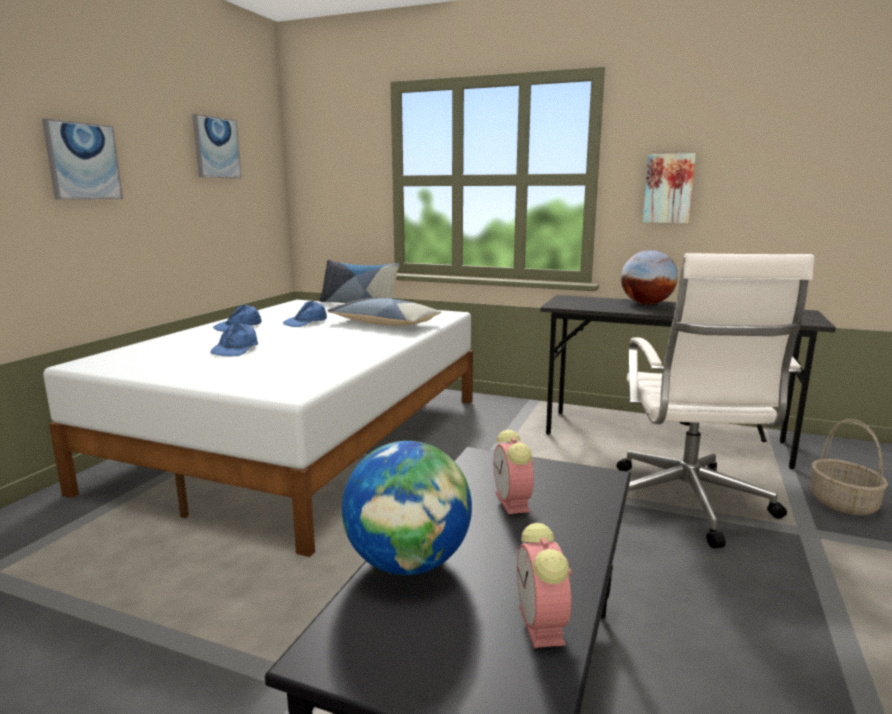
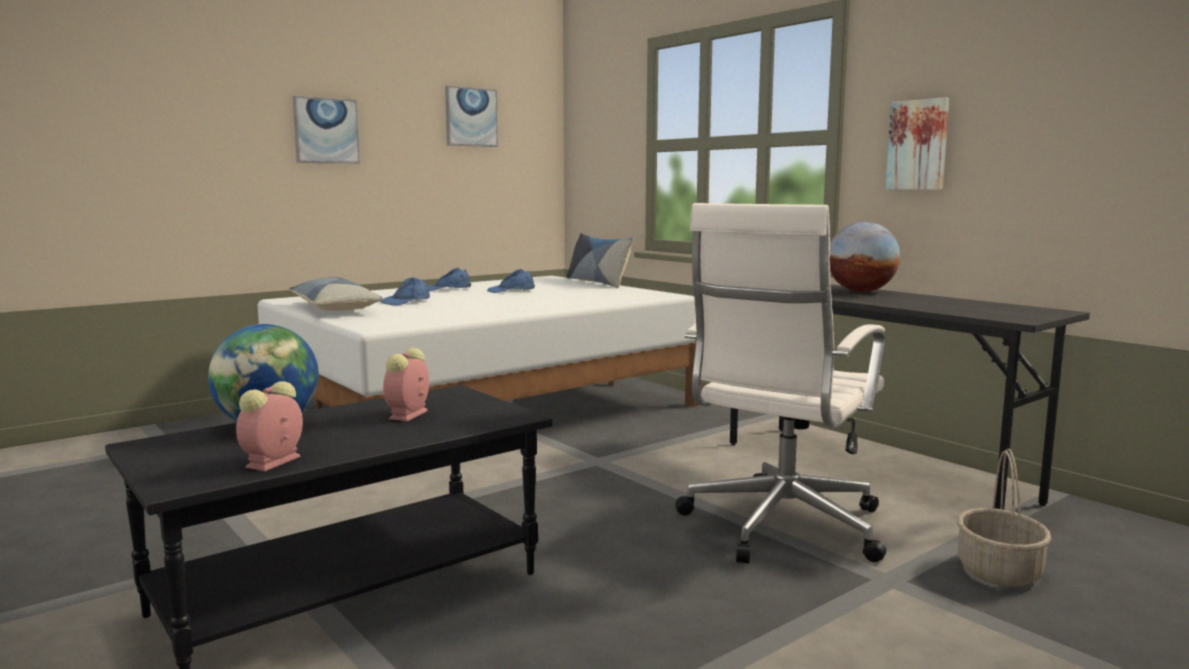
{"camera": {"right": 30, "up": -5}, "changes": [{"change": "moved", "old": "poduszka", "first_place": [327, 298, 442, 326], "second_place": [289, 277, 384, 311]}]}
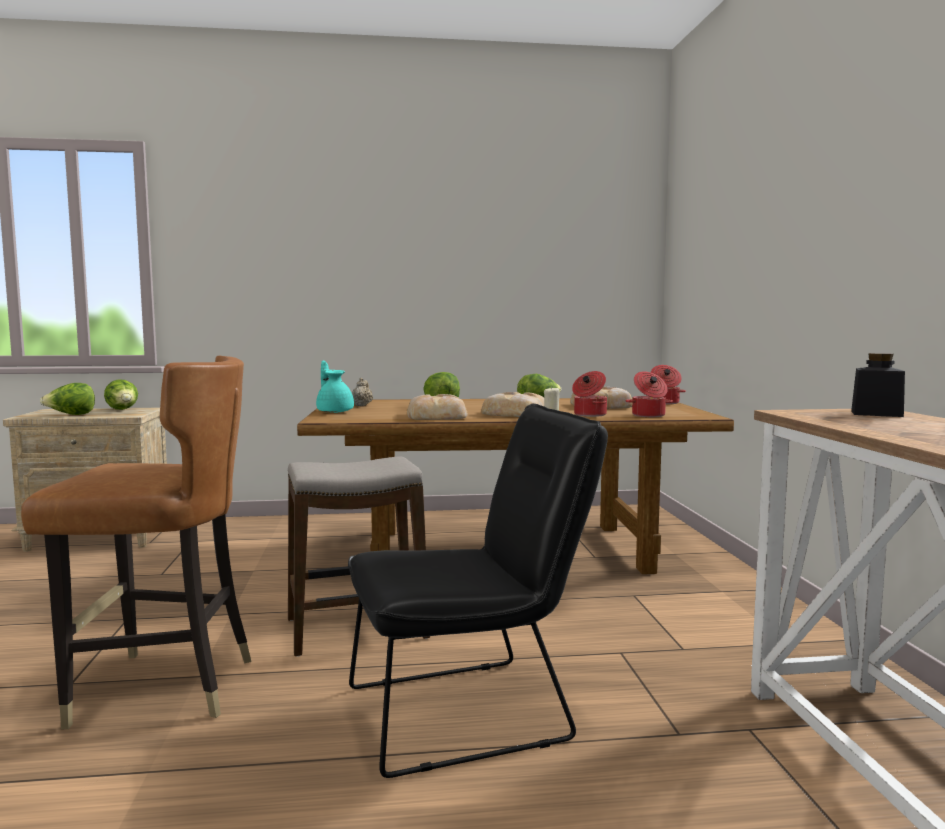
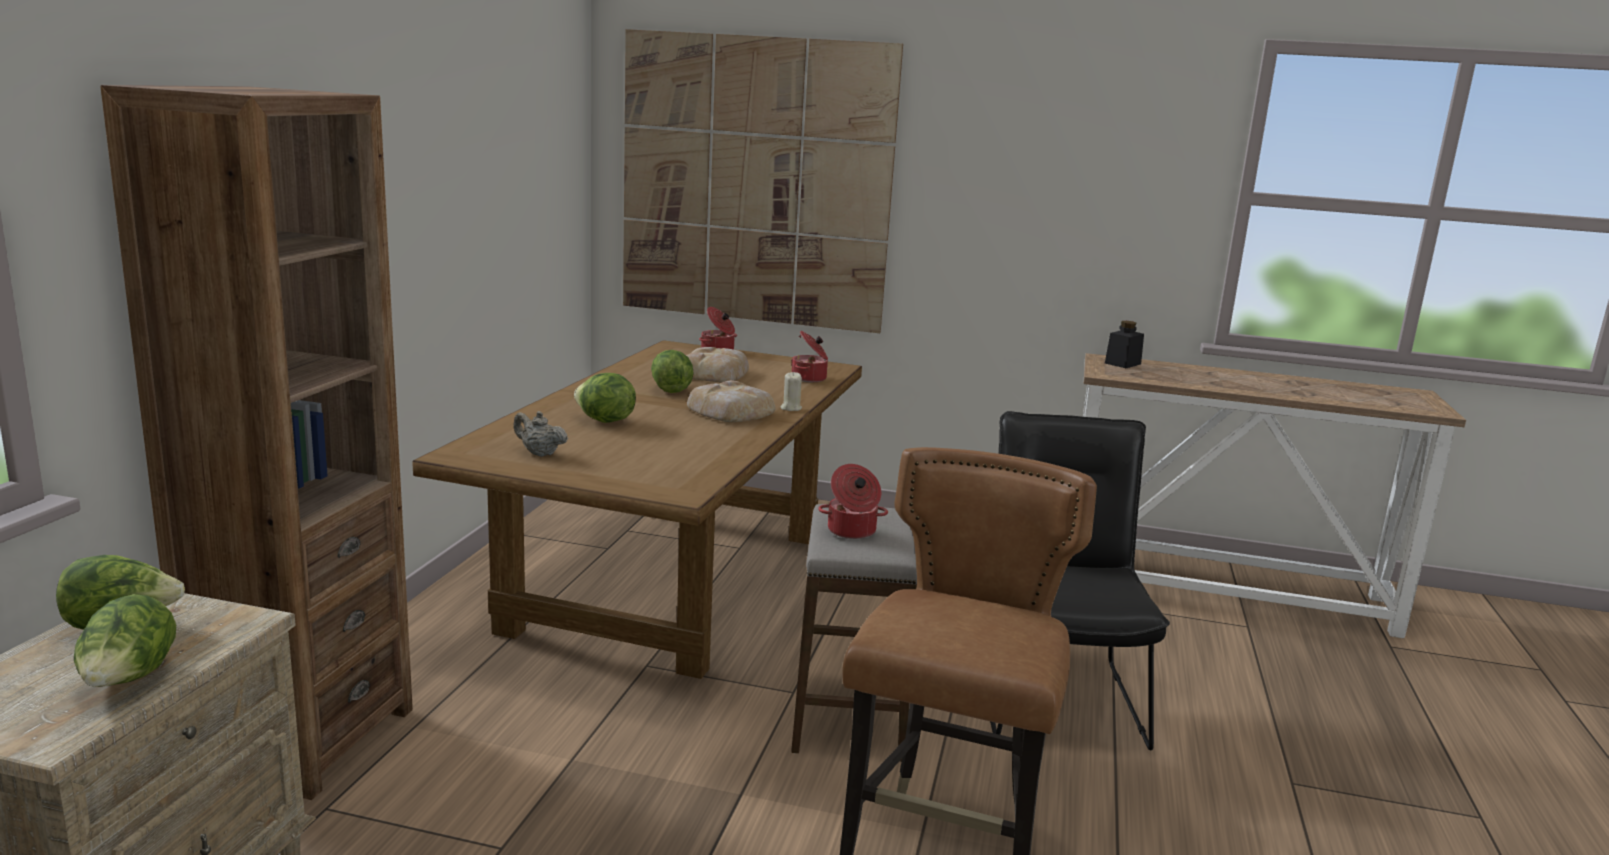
{"camera": {"right": -70, "up": 10}, "changes": [{"change": "removed", "old": "imbryk [turkusowy]", "first_place": [316, 361, 354, 413]}, {"change": "removed", "old": "chleb", "first_place": [407, 394, 468, 420]}, {"change": "moved", "old": "garnek", "first_place": [572, 371, 607, 417], "second_place": [818, 464, 888, 539]}, {"change": "added", "new": "regał [brązowy]", "second_place": [100, 85, 413, 800]}, {"change": "added", "new": "obraz", "second_place": [623, 29, 903, 333]}]}
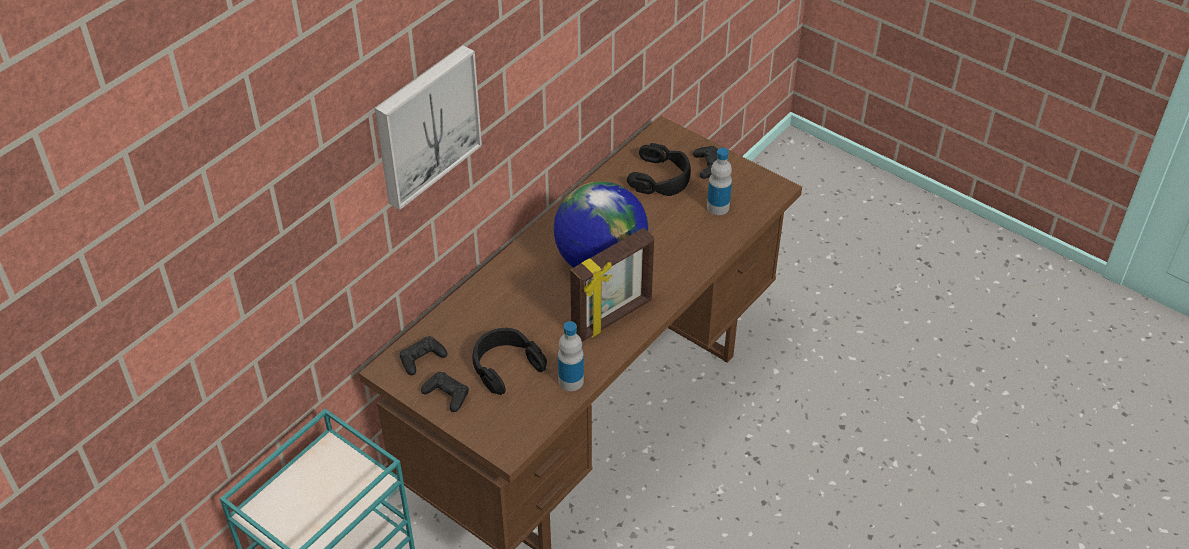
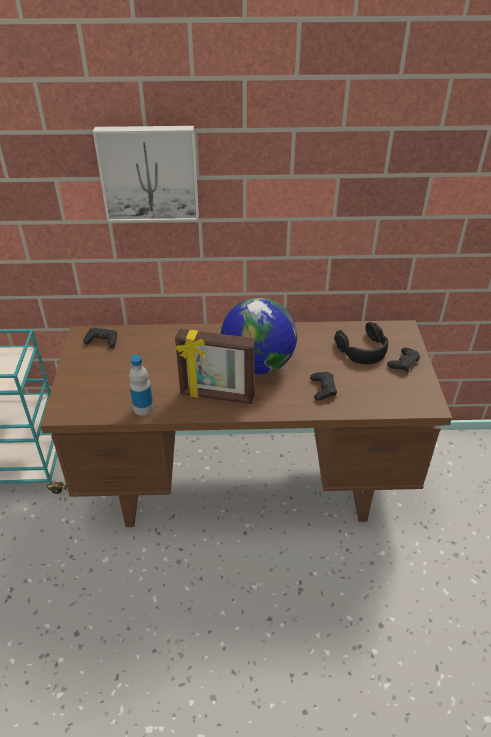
{"camera": {"right": 50, "up": -5}, "changes": [{"change": "moved", "old": "pad do gier [czarny]", "first_place": [421, 372, 469, 412], "second_place": [310, 372, 337, 401]}, {"change": "removed", "old": "słuchawki [czarny]", "first_place": [472, 328, 547, 395]}, {"change": "removed", "old": "butelka", "first_place": [707, 148, 732, 215]}]}
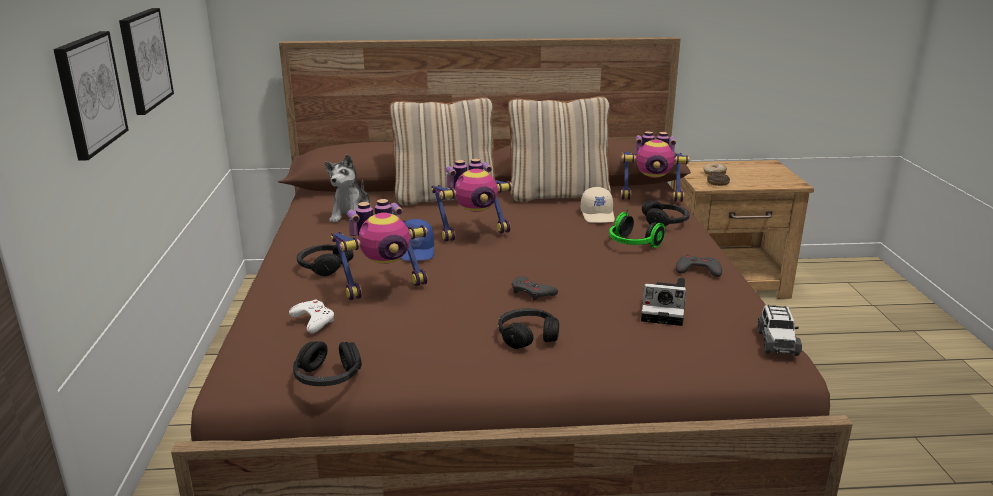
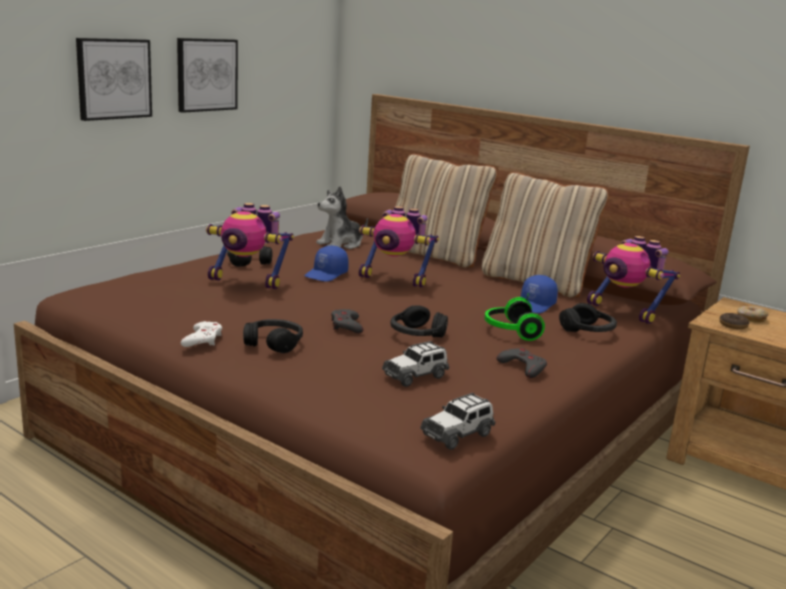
{"camera": {"right": 40, "up": -5}, "changes": [{"change": "moved", "old": "pad do gier [biały]", "first_place": [289, 299, 334, 333], "second_place": [181, 321, 222, 347]}, {"change": "moved", "old": "słuchawki [czarny]", "first_place": [293, 341, 361, 386], "second_place": [391, 305, 448, 337]}, {"change": "recoloured", "old": "czapka z daszkiem [beżowy]", "new": "czapka z daszkiem [niebieski]", "first_place": [581, 187, 615, 223], "second_place": [521, 275, 558, 313]}, {"change": "replaced", "old": "aparat fotograficzny", "new": "samochodzik", "first_place": [641, 278, 686, 326], "second_place": [382, 341, 450, 387]}]}
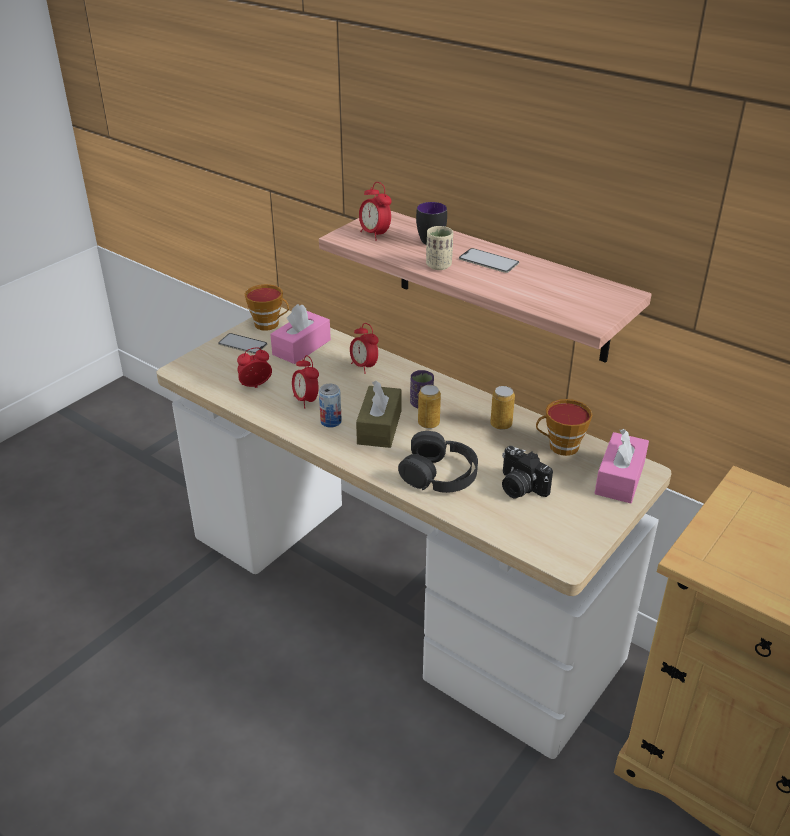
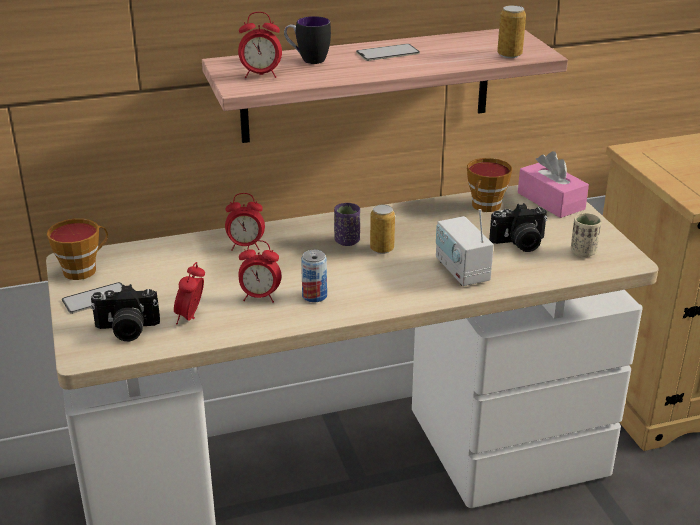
{"camera": {"right": -55, "up": -5}, "changes": [{"change": "removed", "old": "pudełko chusteczek [różowy]", "first_place": [270, 304, 331, 364]}, {"change": "removed", "old": "pudełko chusteczek [brązowy]", "first_place": [356, 381, 402, 448]}, {"change": "replaced", "old": "słuchawki [czarny]", "new": "radio", "first_place": [398, 431, 478, 493], "second_place": [436, 209, 494, 286]}, {"change": "moved", "old": "filiżanka [beżowy]", "first_place": [426, 226, 453, 270], "second_place": [571, 213, 601, 257]}, {"change": "moved", "old": "puszka", "first_place": [490, 386, 515, 430], "second_place": [497, 5, 526, 58]}, {"change": "added", "new": "aparat fotograficzny", "second_place": [91, 284, 160, 341]}]}
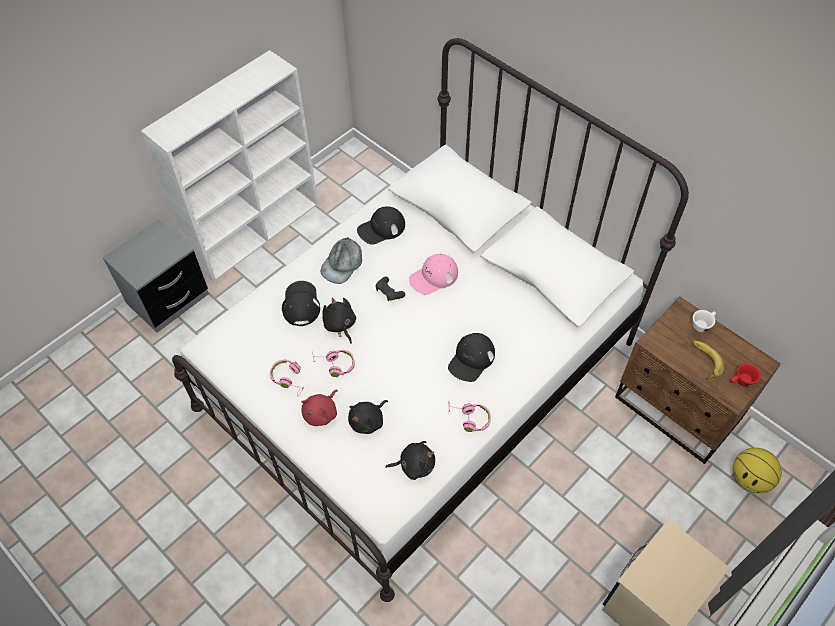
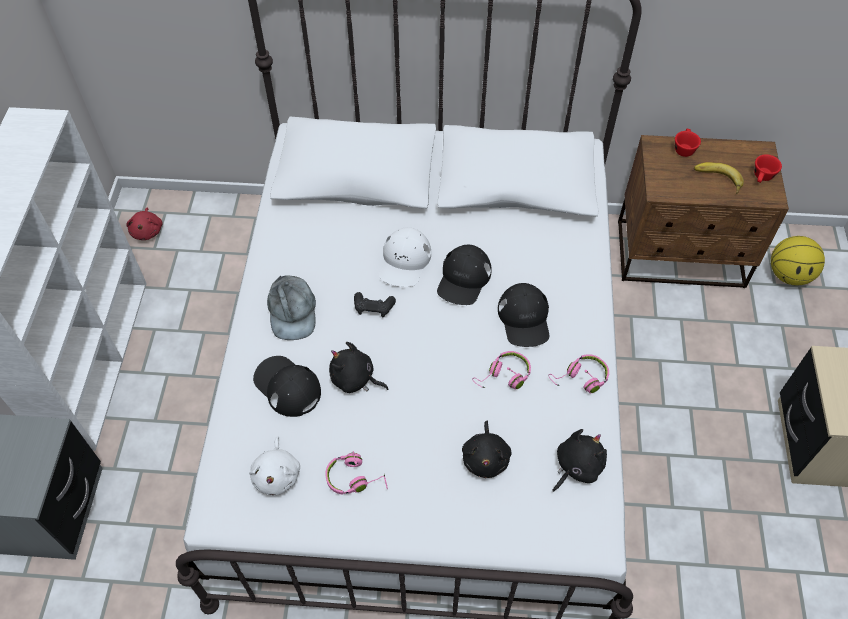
{"camera": {"right": -40, "up": 0}, "changes": [{"change": "moved", "old": "pluszak [czerwony]", "first_place": [301, 390, 338, 426], "second_place": [126, 208, 162, 240]}, {"change": "moved", "old": "słuchawki [różowy]", "first_place": [312, 350, 355, 377], "second_place": [472, 351, 531, 390]}, {"change": "moved", "old": "czapka z daszkiem [czarny]", "first_place": [357, 206, 405, 245], "second_place": [437, 245, 492, 305]}, {"change": "recoloured", "old": "czapka z daszkiem [różowy]", "new": "czapka z daszkiem [biały]", "first_place": [409, 254, 458, 295], "second_place": [379, 227, 431, 287]}, {"change": "recoloured", "old": "filiżanka [biały]", "new": "filiżanka [czerwony]", "first_place": [692, 310, 716, 332], "second_place": [675, 129, 701, 157]}, {"change": "added", "new": "pluszak [biały]", "second_place": [249, 436, 300, 496]}]}
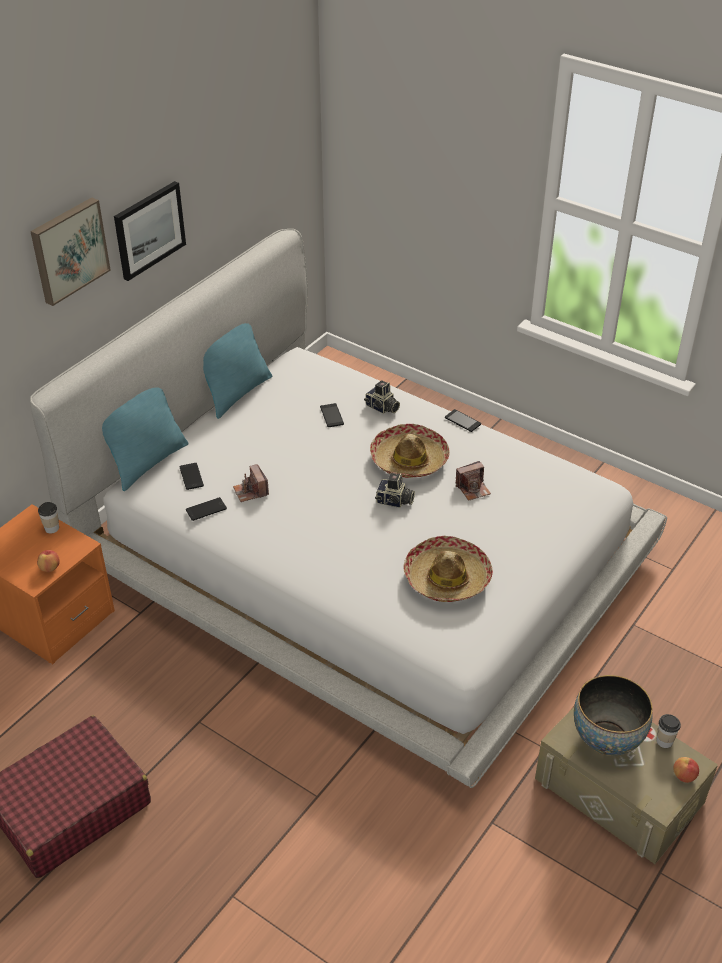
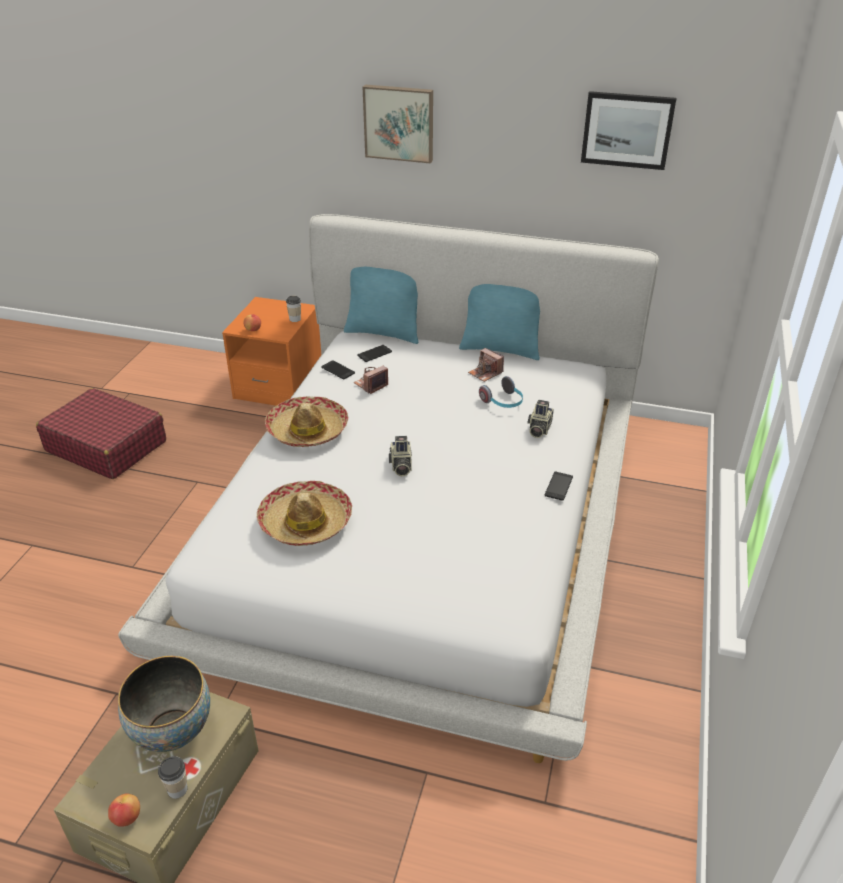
{"camera": {"right": 70, "up": -5}, "changes": [{"change": "moved", "old": "obraz", "first_place": [114, 181, 186, 281], "second_place": [581, 91, 676, 170]}, {"change": "replaced", "old": "telefon", "new": "słuchawki", "first_place": [320, 403, 344, 427], "second_place": [479, 376, 523, 408]}, {"change": "moved", "old": "kapelusz", "first_place": [370, 424, 450, 478], "second_place": [265, 396, 348, 447]}, {"change": "moved", "old": "aparat fotograficzny", "first_place": [456, 461, 491, 501], "second_place": [468, 348, 504, 382]}]}
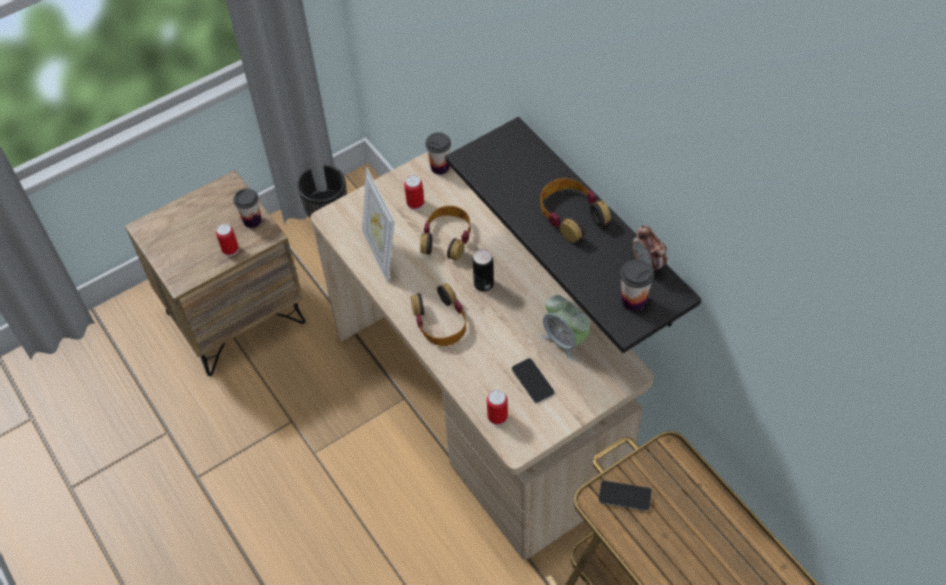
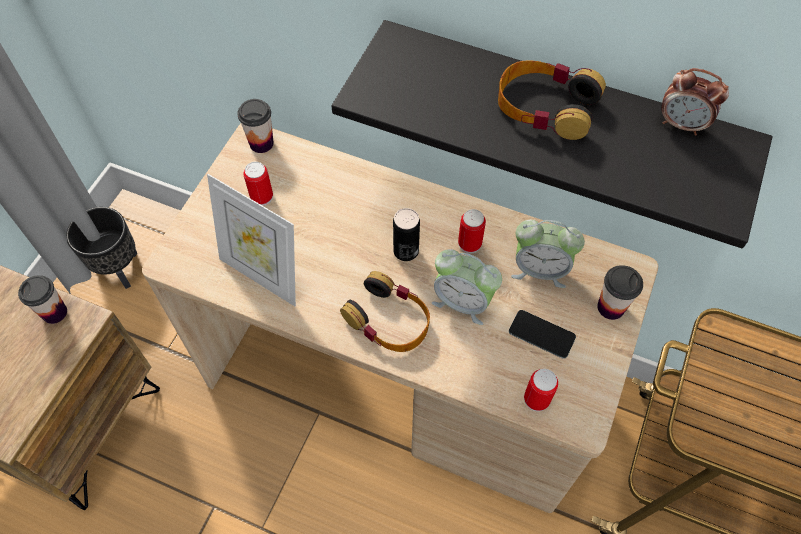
{"camera": {"right": -35, "up": 5}, "changes": [{"change": "moved", "old": "puszka", "first_place": [216, 224, 239, 256], "second_place": [458, 209, 486, 254]}, {"change": "removed", "old": "słuchawki", "first_place": [420, 206, 471, 260]}, {"change": "removed", "old": "telefon", "first_place": [599, 481, 652, 511]}, {"change": "moved", "old": "filiżanka", "first_place": [620, 259, 654, 311], "second_place": [597, 265, 643, 320]}, {"change": "added", "new": "budzik", "second_place": [432, 249, 502, 325]}]}
